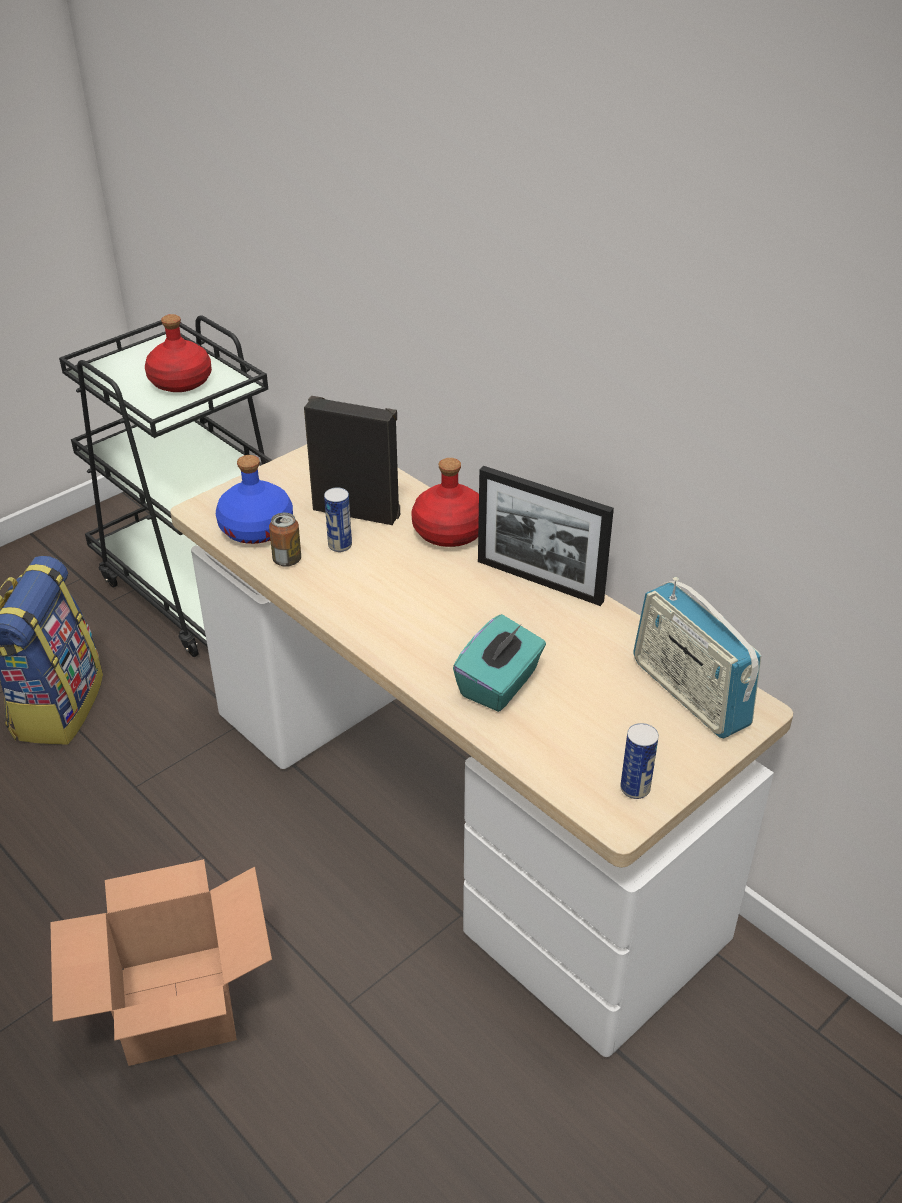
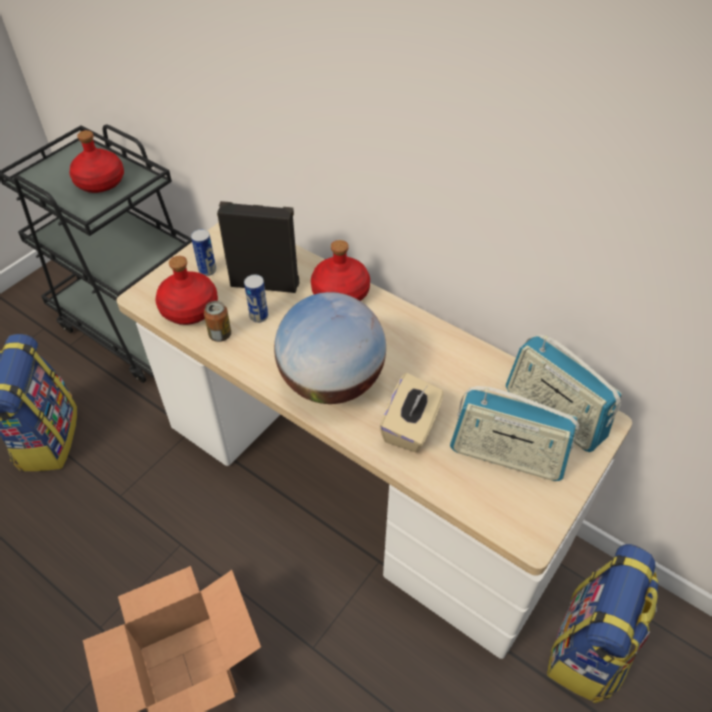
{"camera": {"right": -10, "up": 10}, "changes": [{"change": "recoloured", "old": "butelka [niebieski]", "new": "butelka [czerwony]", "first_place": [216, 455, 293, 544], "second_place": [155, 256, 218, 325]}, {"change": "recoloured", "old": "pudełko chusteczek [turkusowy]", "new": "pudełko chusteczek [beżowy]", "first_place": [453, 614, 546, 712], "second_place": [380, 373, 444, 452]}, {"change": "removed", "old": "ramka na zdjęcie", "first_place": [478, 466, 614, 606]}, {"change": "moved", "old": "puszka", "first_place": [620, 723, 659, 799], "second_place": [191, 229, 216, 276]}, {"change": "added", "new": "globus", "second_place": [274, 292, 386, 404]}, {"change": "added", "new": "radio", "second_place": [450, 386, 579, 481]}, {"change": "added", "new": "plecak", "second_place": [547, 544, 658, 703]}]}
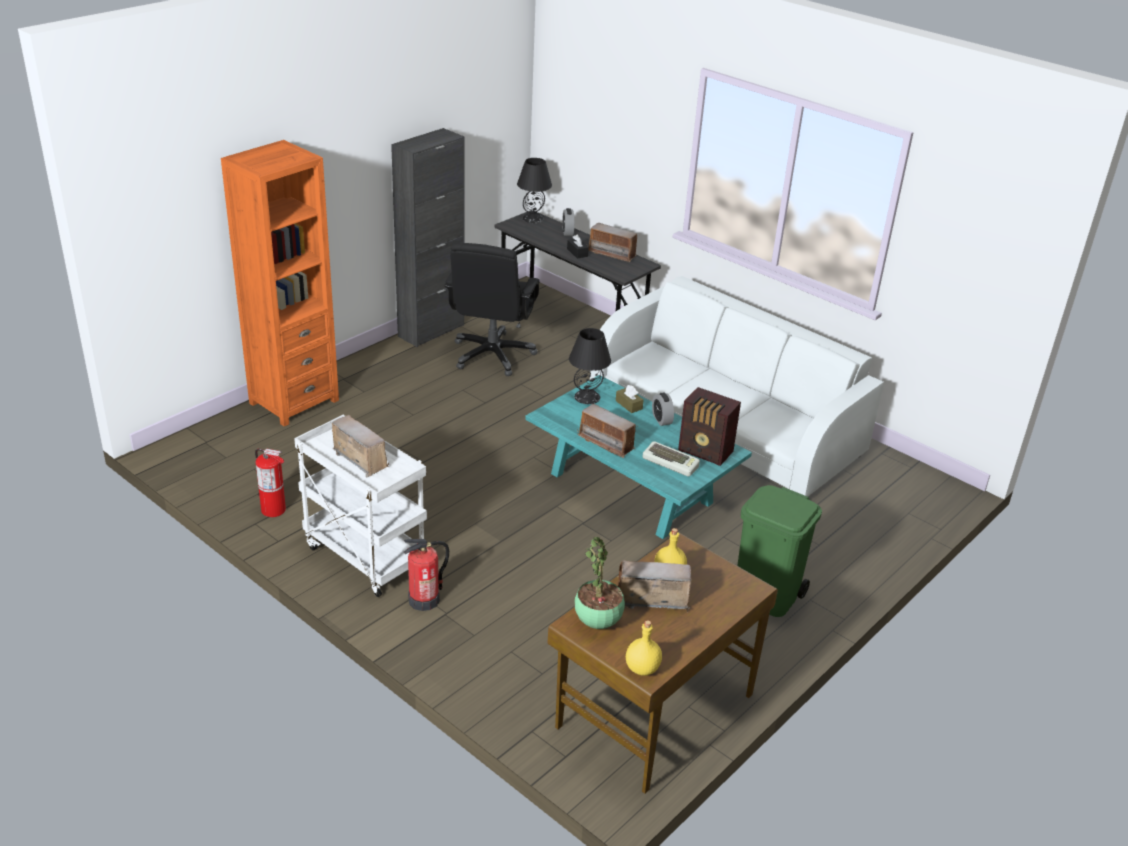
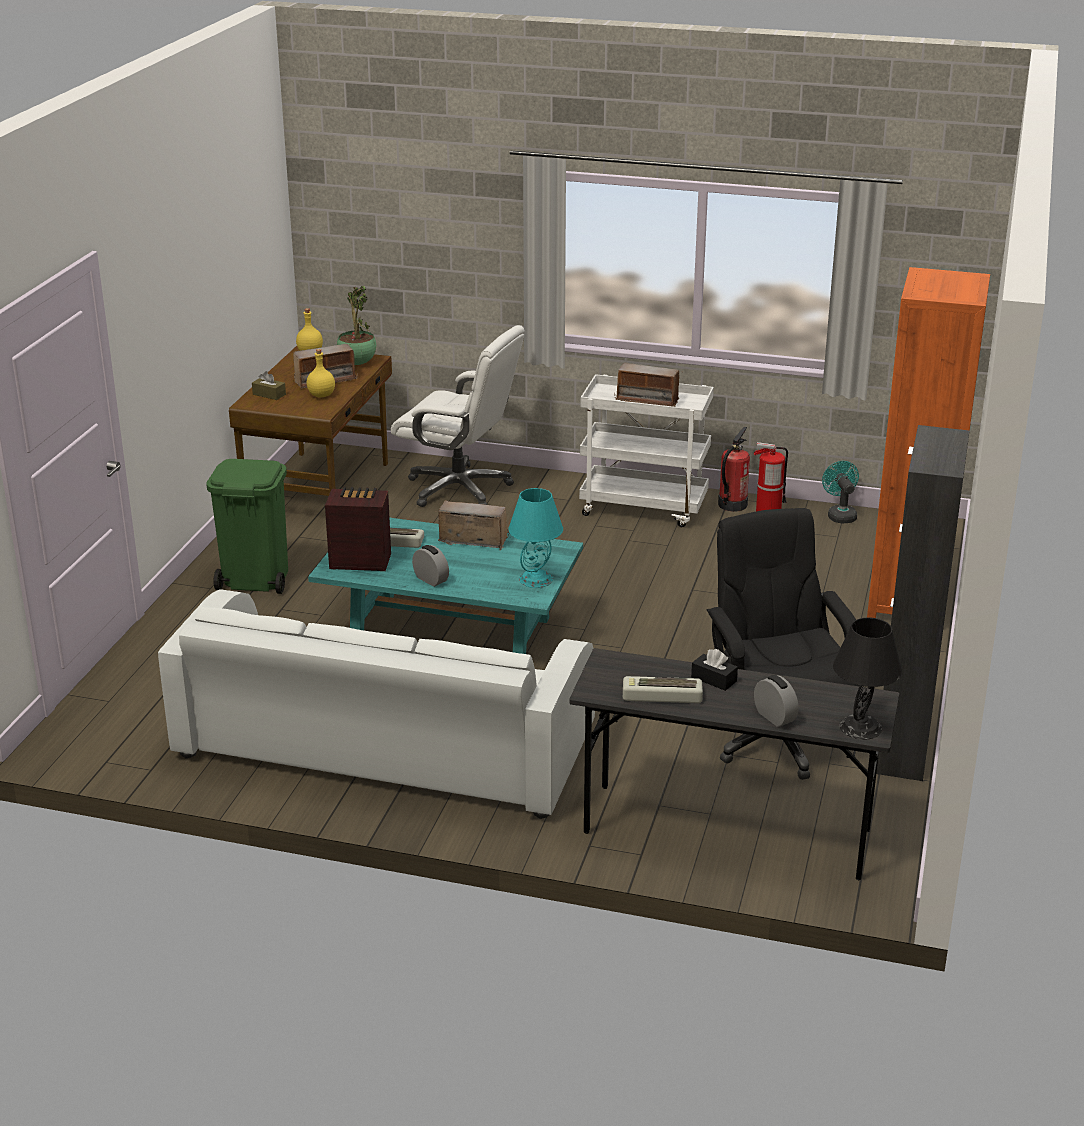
{"camera": {"right": 155, "up": -5}, "changes": [{"change": "moved", "old": "gaśnica", "first_place": [404, 539, 449, 611], "second_place": [718, 427, 750, 512]}, {"change": "recoloured", "old": "lampa stołowa [czarny]", "new": "lampa stołowa [turkusowy]", "first_place": [569, 328, 611, 404], "second_place": [508, 488, 563, 588]}, {"change": "replaced", "old": "radio", "new": "klawiatura", "first_place": [588, 223, 637, 262], "second_place": [623, 676, 703, 703]}, {"change": "moved", "old": "pudełko chusteczek [brązowy]", "first_place": [616, 385, 643, 413], "second_place": [252, 371, 286, 400]}, {"change": "added", "new": "krzesło biurowe [biały]", "second_place": [391, 325, 525, 507]}, {"change": "added", "new": "wentylator [turkusowy]", "second_place": [822, 461, 859, 523]}]}
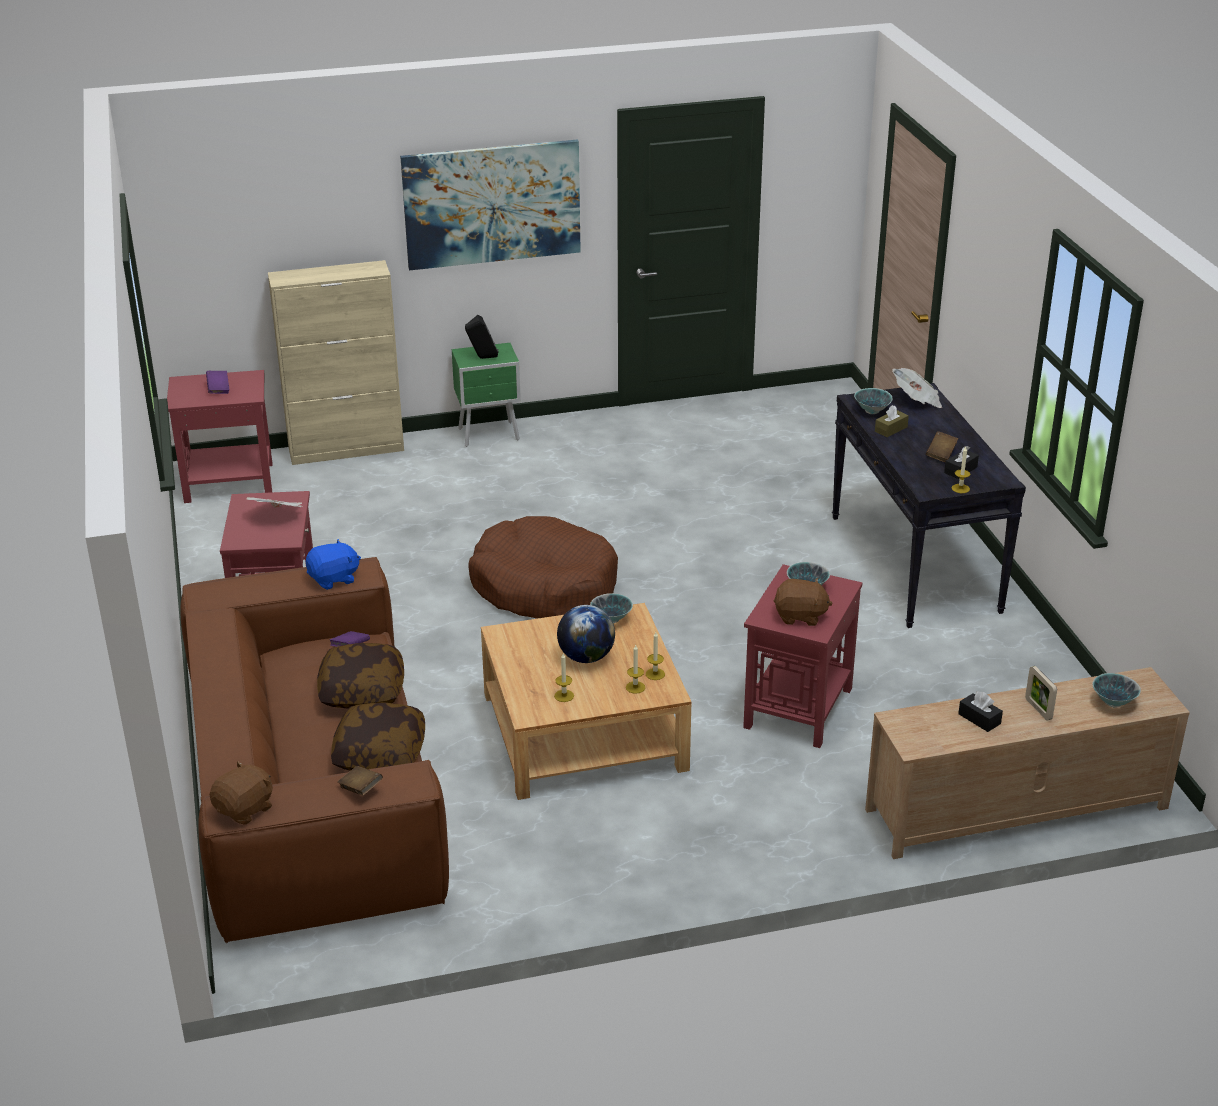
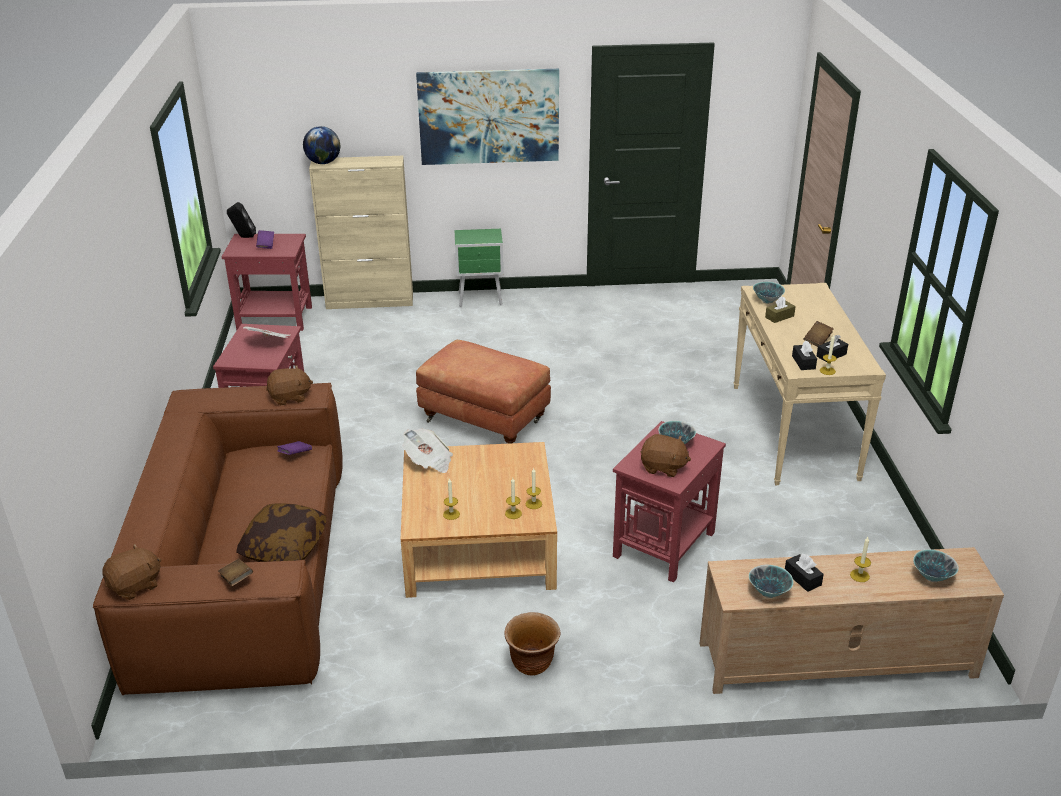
{"camera": {"right": 10, "up": 0}, "changes": [{"change": "recoloured", "old": "pluszak [niebieski]", "new": "pluszak [brązowy]", "first_place": [306, 539, 361, 590], "second_place": [266, 365, 313, 405]}, {"change": "removed", "old": "poduszka", "first_place": [317, 643, 404, 708]}, {"change": "moved", "old": "głośnik [czarny]", "first_place": [465, 315, 498, 359], "second_place": [227, 202, 256, 238]}, {"change": "replaced", "old": "legowisko [brązowy]", "new": "pufa [brązowy]", "first_place": [469, 516, 618, 619], "second_place": [416, 340, 551, 444]}, {"change": "moved", "old": "globus", "first_place": [557, 605, 615, 663], "second_place": [303, 126, 340, 164]}, {"change": "moved", "old": "miska", "first_place": [590, 593, 633, 623], "second_place": [749, 565, 794, 598]}, {"change": "recoloured", "old": "stolik konsolowy [czarny]", "new": "stolik konsolowy [beżowy]", "first_place": [832, 383, 1026, 628], "second_place": [734, 283, 886, 485]}, {"change": "moved", "old": "gazeta", "first_place": [892, 368, 942, 408], "second_place": [402, 429, 453, 473]}, {"change": "replaced", "old": "ramka na zdjęcie", "new": "świeca", "first_place": [1025, 666, 1057, 721], "second_place": [850, 537, 871, 582]}, {"change": "added", "new": "donica [brązowy]", "second_place": [504, 612, 561, 676]}, {"change": "added", "new": "pudełko chusteczek [czarny]", "second_place": [792, 341, 817, 370]}]}
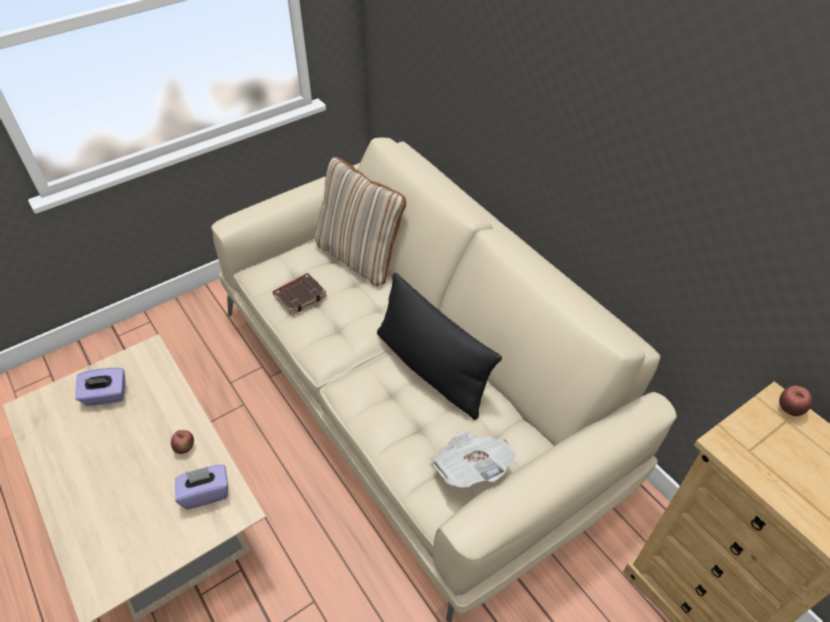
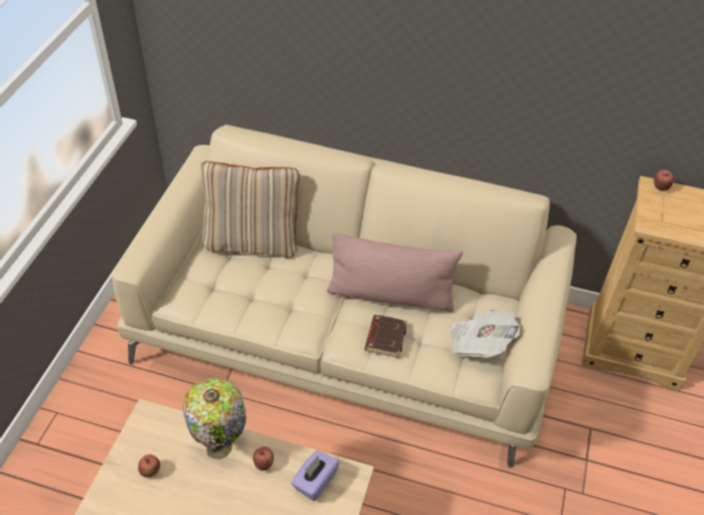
{"camera": {"right": -40, "up": 0}, "changes": [{"change": "replaced", "old": "pudełko chusteczek [fioletowy]", "new": "jabłko", "first_place": [75, 368, 126, 406], "second_place": [138, 454, 160, 477]}, {"change": "moved", "old": "książka [brązowy]", "first_place": [272, 273, 327, 315], "second_place": [365, 315, 407, 358]}, {"change": "recoloured", "old": "poduszka [czarny]", "new": "poduszka [różowy]", "first_place": [377, 273, 502, 420], "second_place": [327, 232, 463, 312]}, {"change": "added", "new": "lampa stołowa", "second_place": [183, 378, 246, 459]}]}
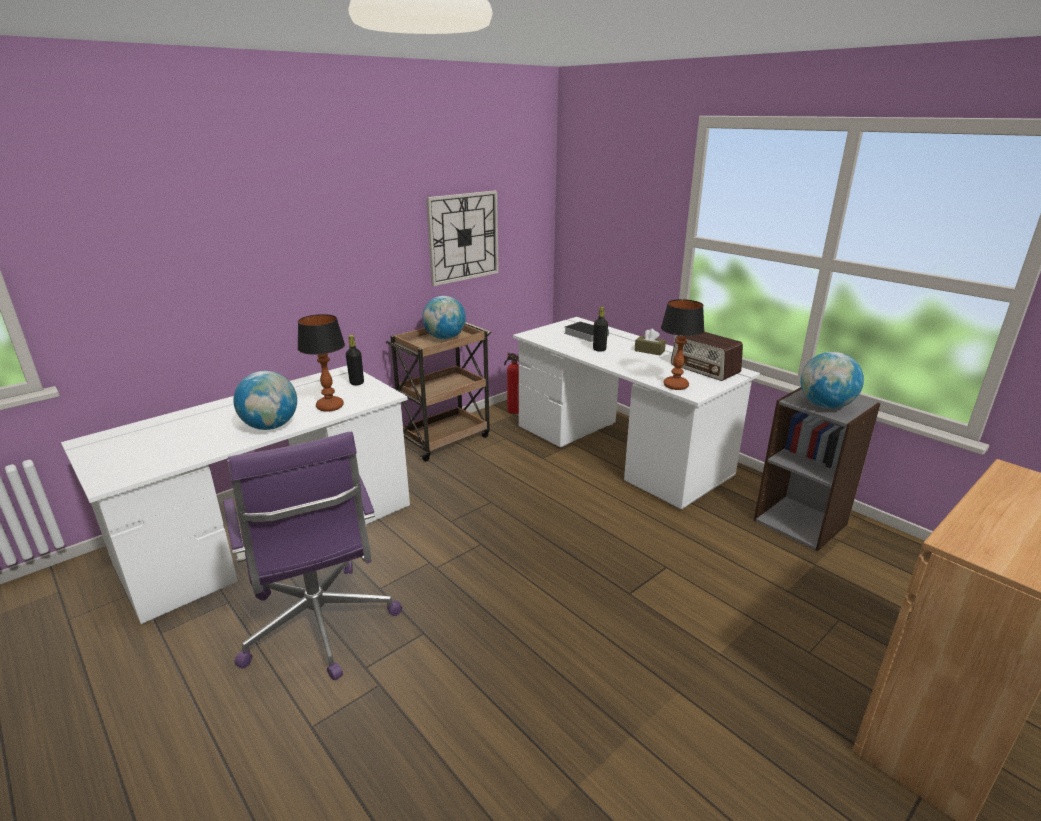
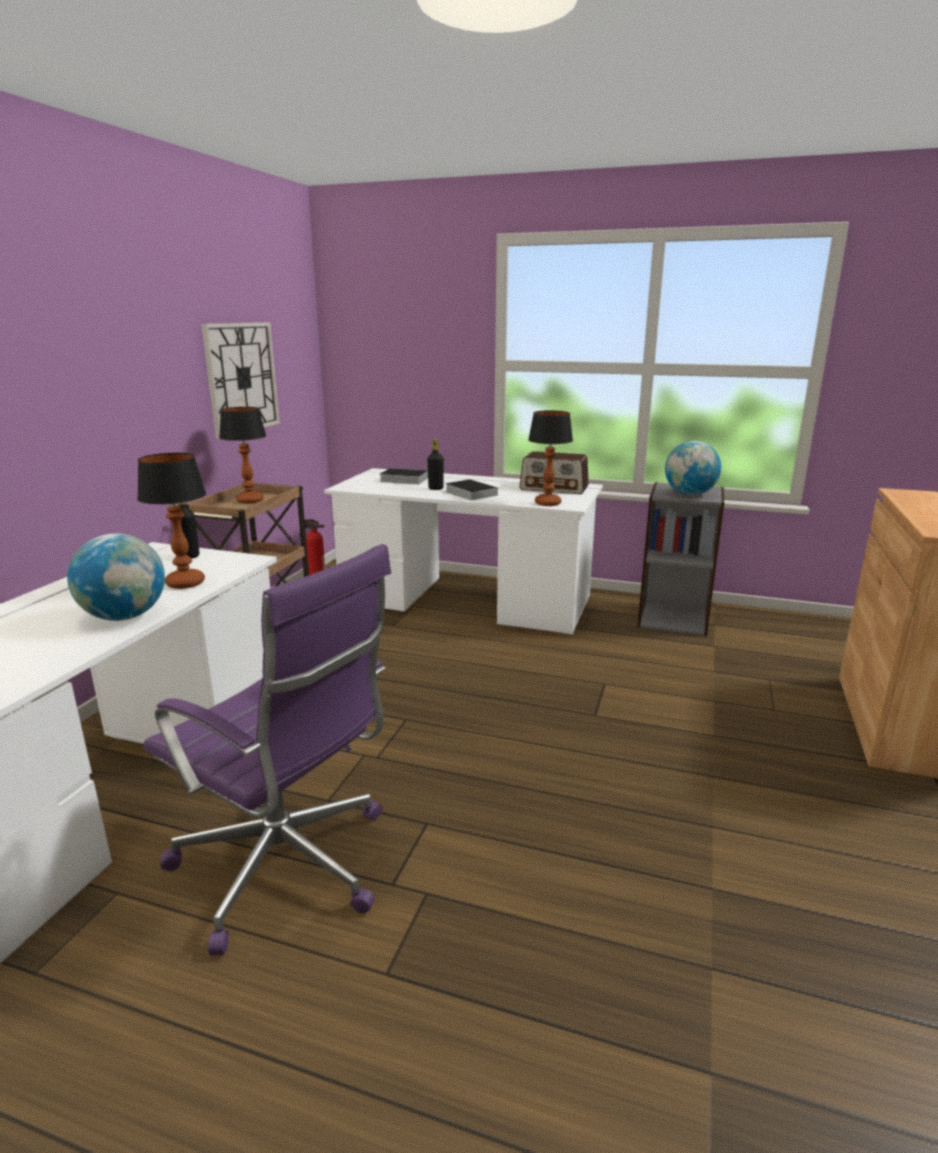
{"camera": {"right": -30, "up": -5}, "changes": [{"change": "replaced", "old": "globus", "new": "lampa stołowa", "first_place": [422, 296, 466, 339], "second_place": [219, 407, 266, 504]}, {"change": "removed", "old": "pudełko chusteczek [brązowy]", "first_place": [635, 329, 666, 355]}, {"change": "added", "new": "książka", "second_place": [445, 479, 498, 500]}]}
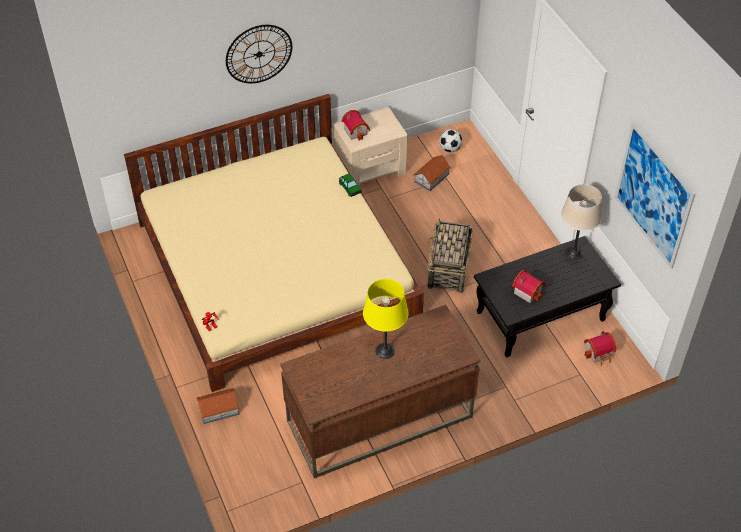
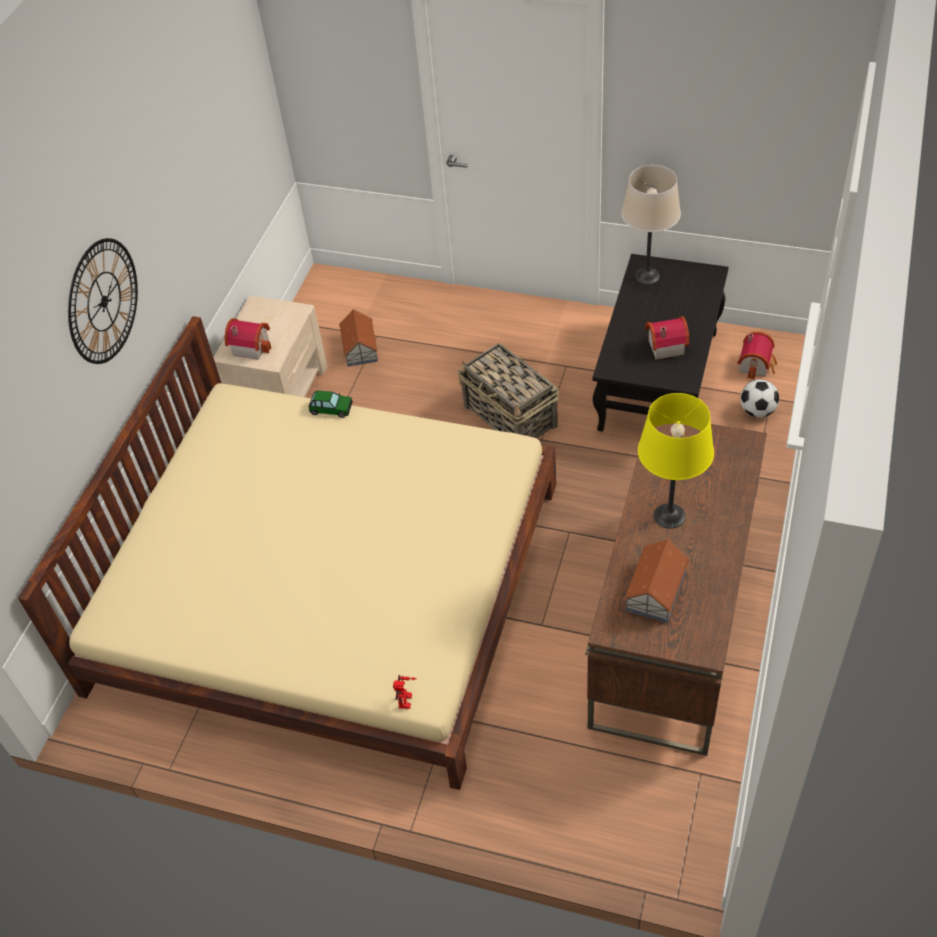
{"camera": {"right": -45, "up": 0}, "changes": [{"change": "moved", "old": "domek", "first_place": [196, 388, 240, 424], "second_place": [624, 539, 690, 623]}, {"change": "moved", "old": "piłka futbolowa", "first_place": [439, 129, 462, 152], "second_place": [740, 379, 779, 418]}, {"change": "removed", "old": "obraz", "first_place": [615, 122, 695, 269]}]}
